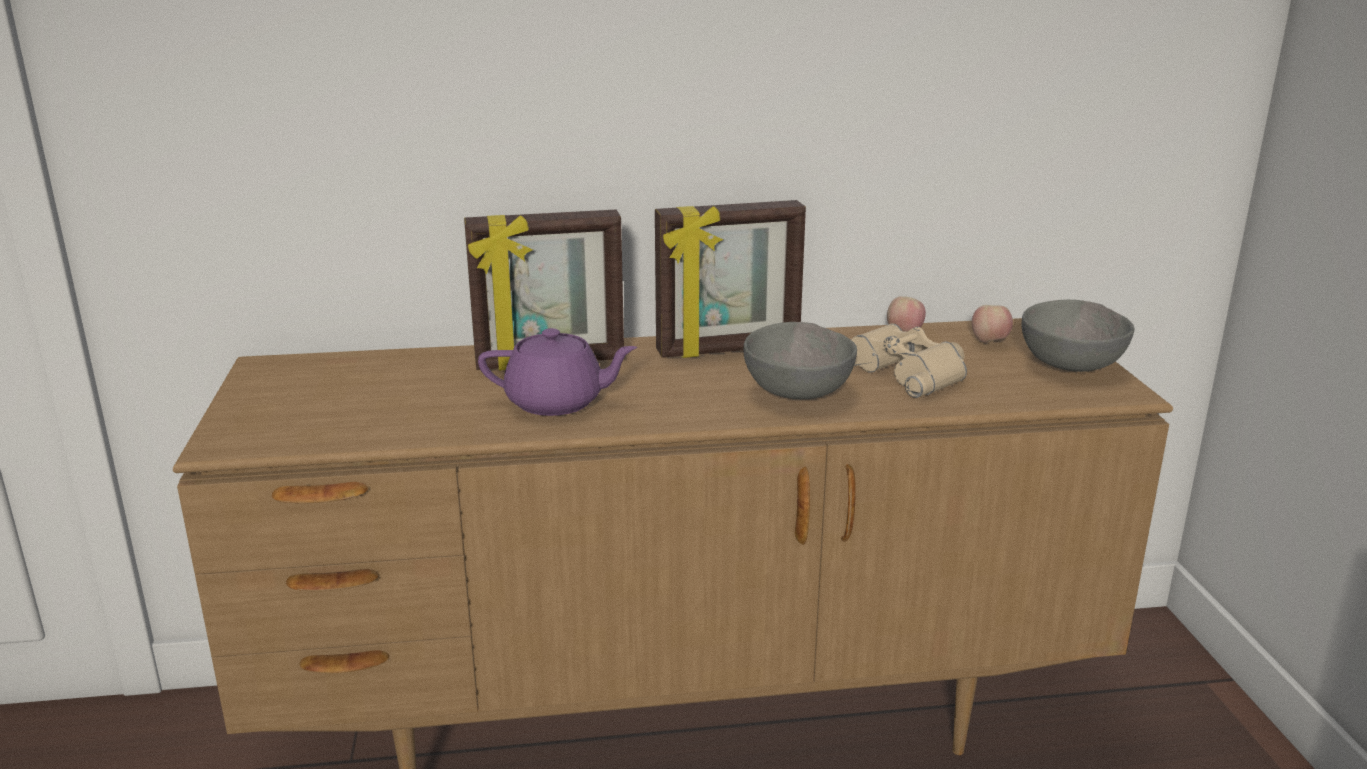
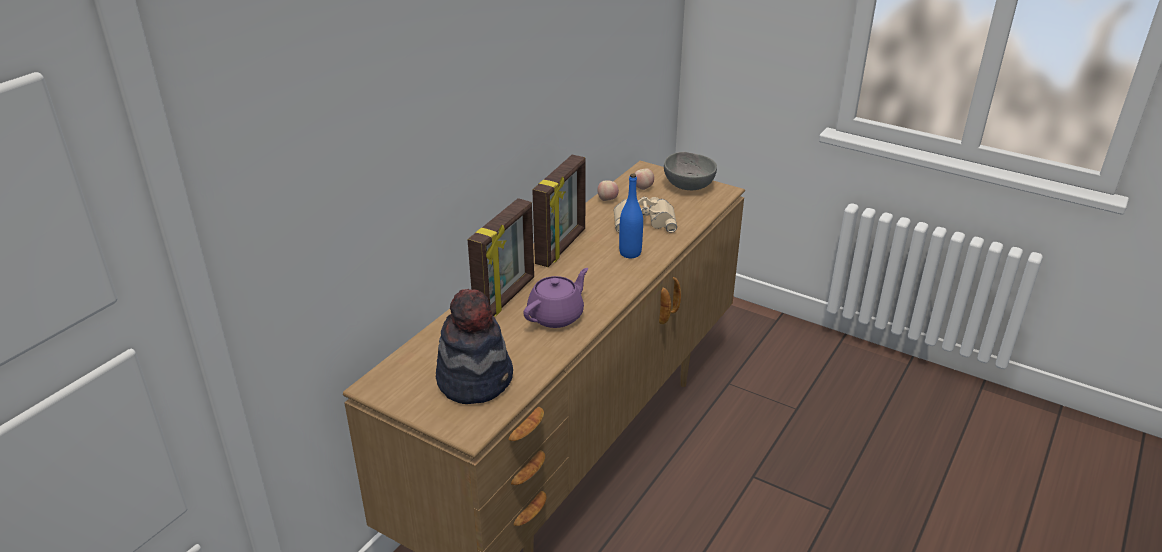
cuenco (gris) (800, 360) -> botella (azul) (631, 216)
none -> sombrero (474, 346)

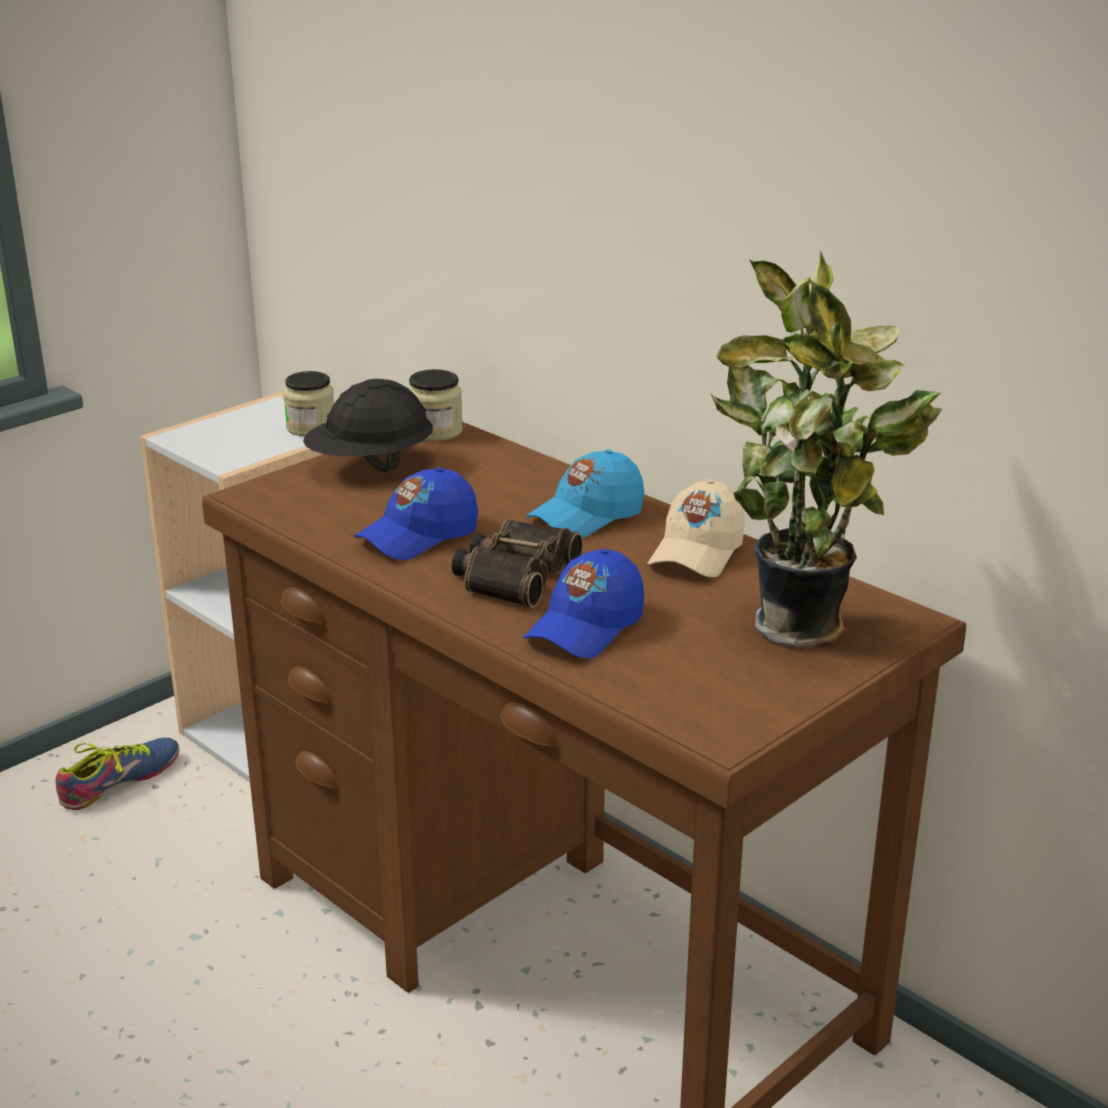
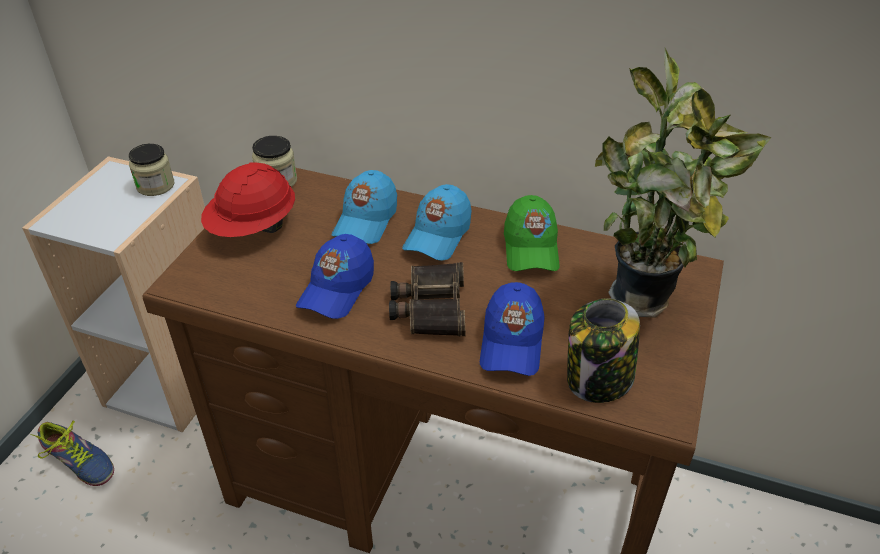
casco (negro) (368, 425) -> casco (rojo) (248, 199)
gorra (beis) (696, 528) -> gorra (verde) (532, 233)
zapato (117, 774) -> zapato (72, 453), 105 degrees clockwise
none -> gorra (azul) (364, 207)
none -> tarro (603, 350)

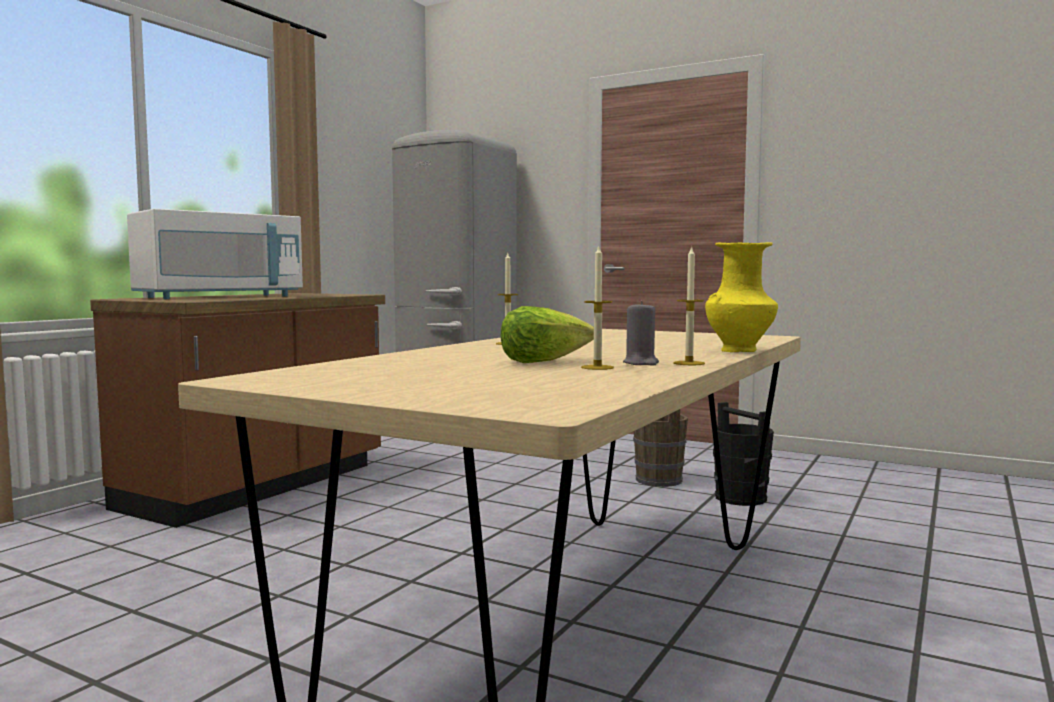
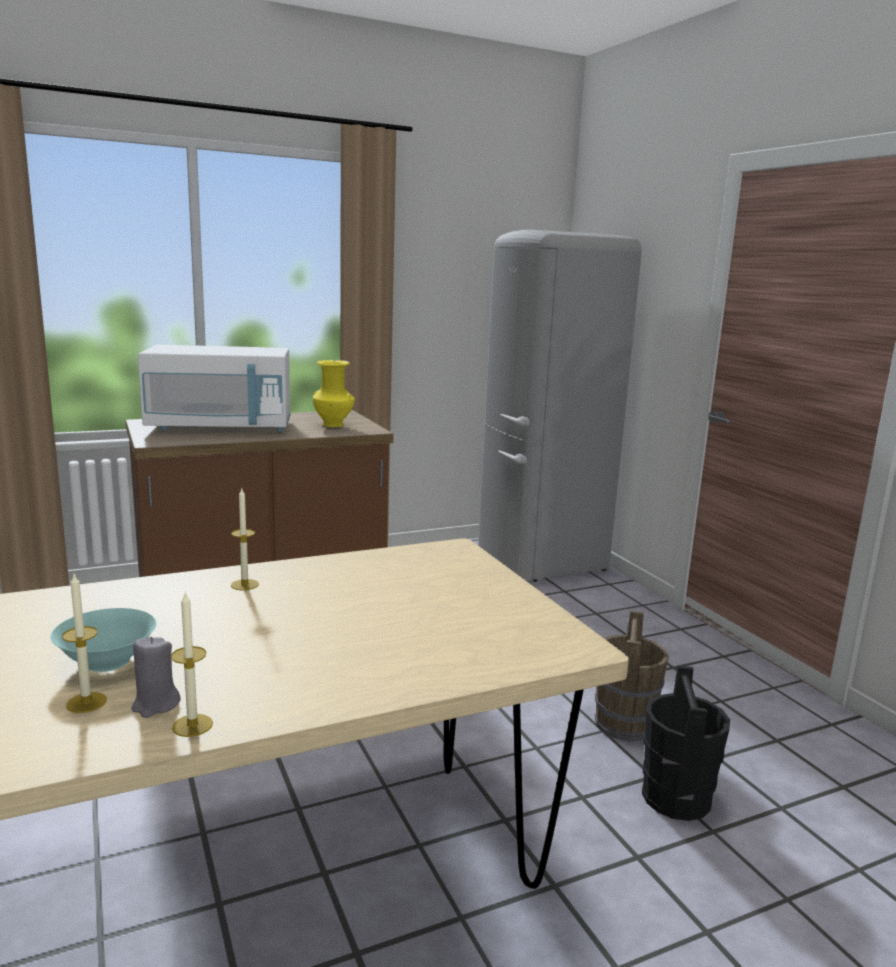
florero (amarillo) (741, 297) -> florero (amarillo) (334, 393), relocated
lechuga (547, 334) -> cuenco (turquesa) (103, 640)

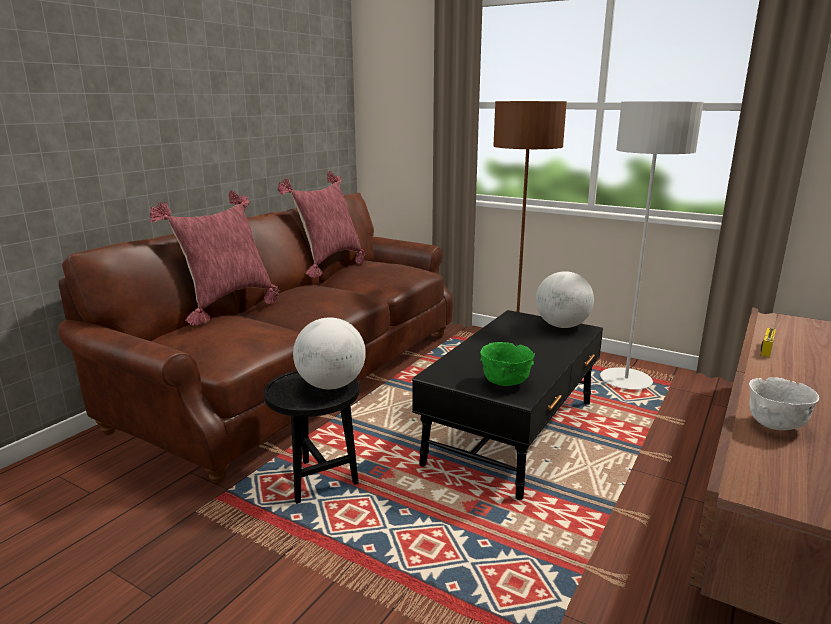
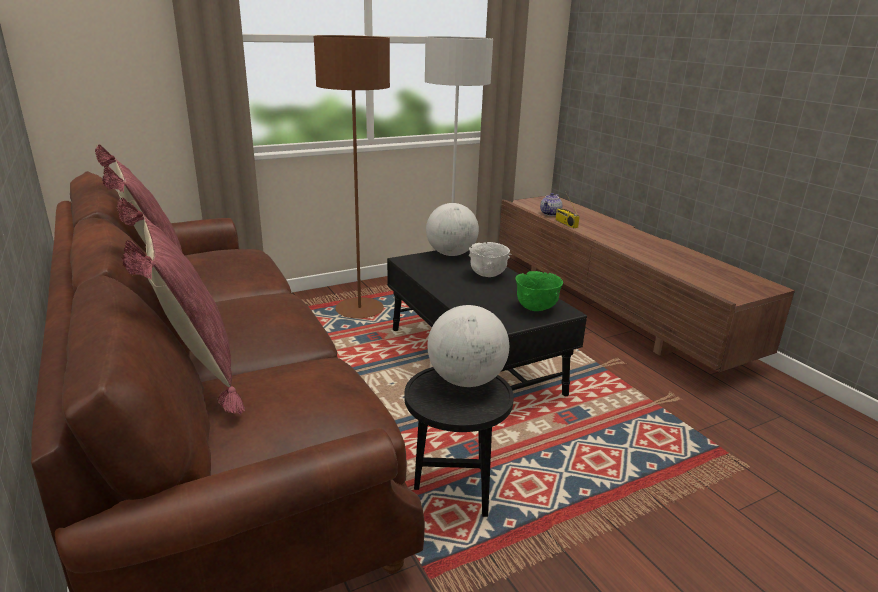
cuenco (blanco) (784, 403) -> cuenco (blanco) (489, 259), relocated
none -> tetera (551, 204)

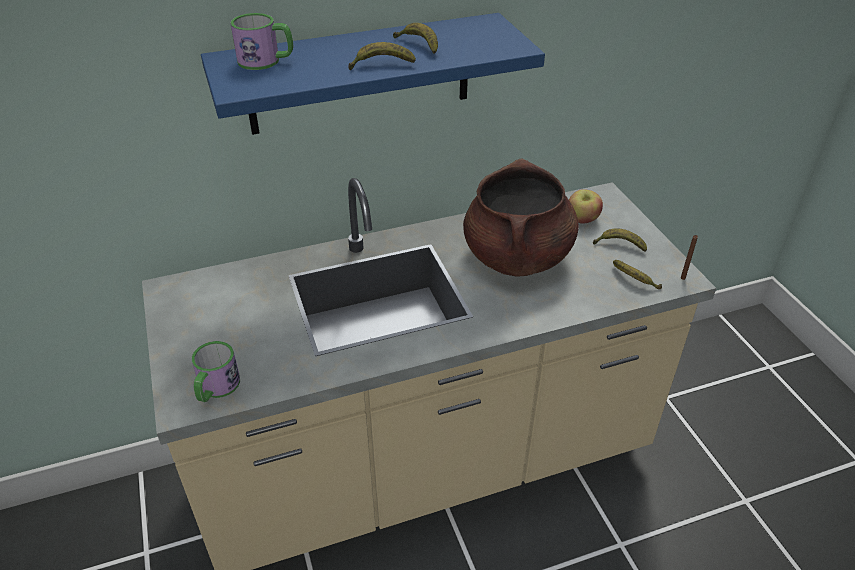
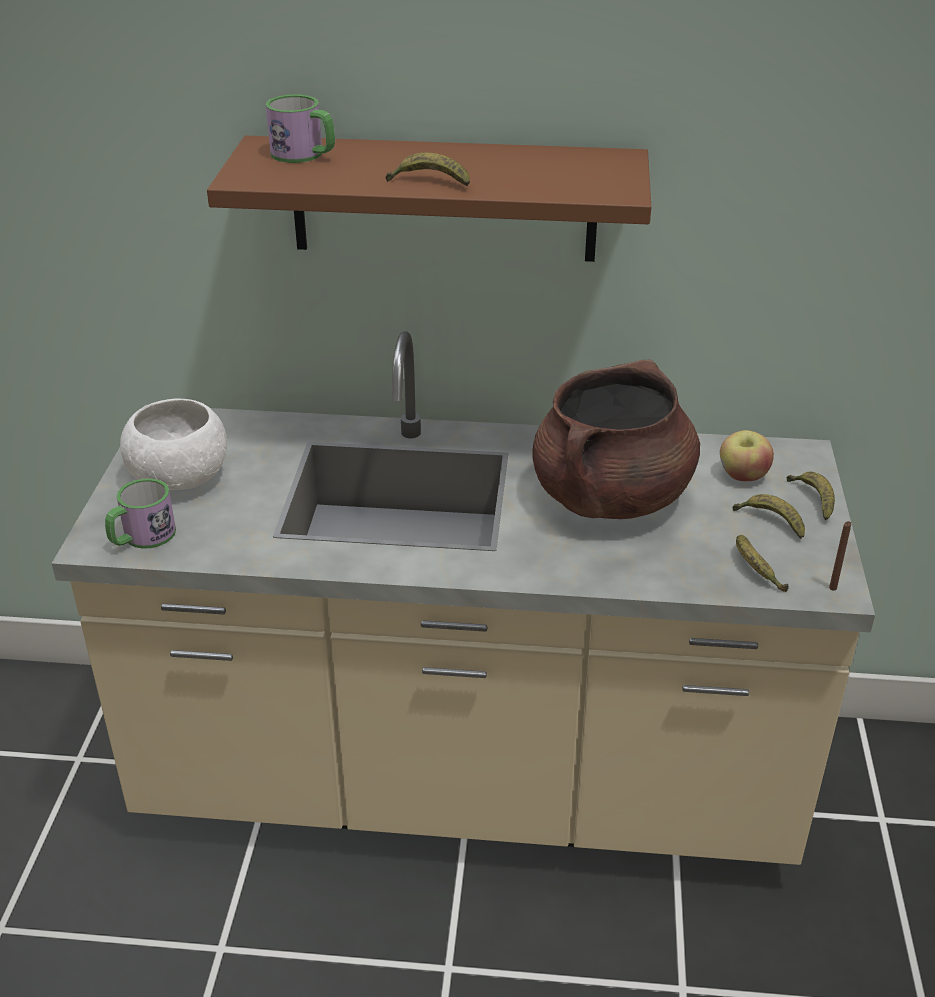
estante (azul) (373, 74) -> estante (marrón) (429, 199)
plátano (415, 38) -> plátano (811, 495), relocated
none -> cuenco (blanco) (173, 444)

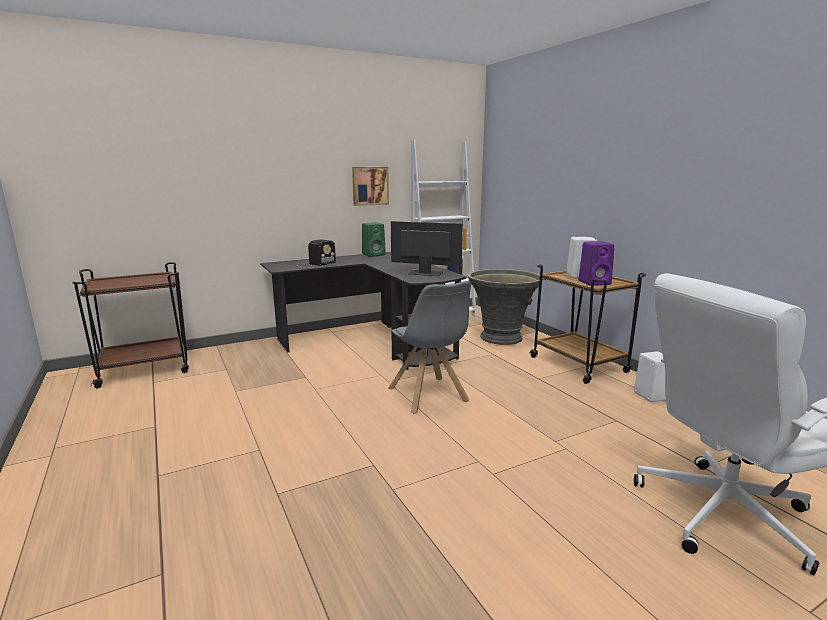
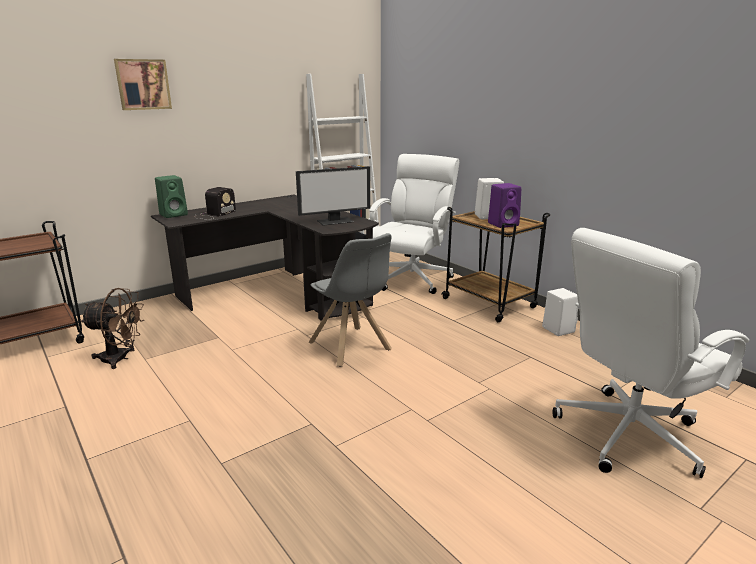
cuadro (370, 186) -> cuadro (143, 84), relocated
monitor (427, 248) -> monitor (333, 196), 150 degrees clockwise
altavoz (verde) (374, 239) -> altavoz (verde) (171, 196), relocated
maceta (gris) (504, 307) -> silla de oficina (blanco) (414, 224)
none -> ventilador (marrón) (112, 328)

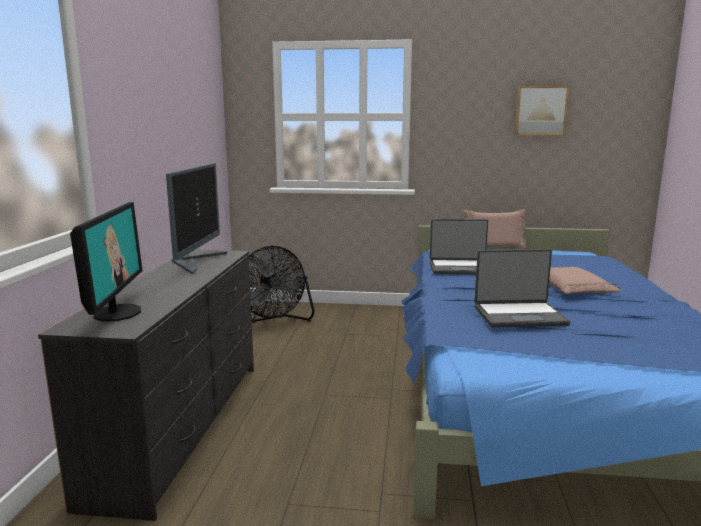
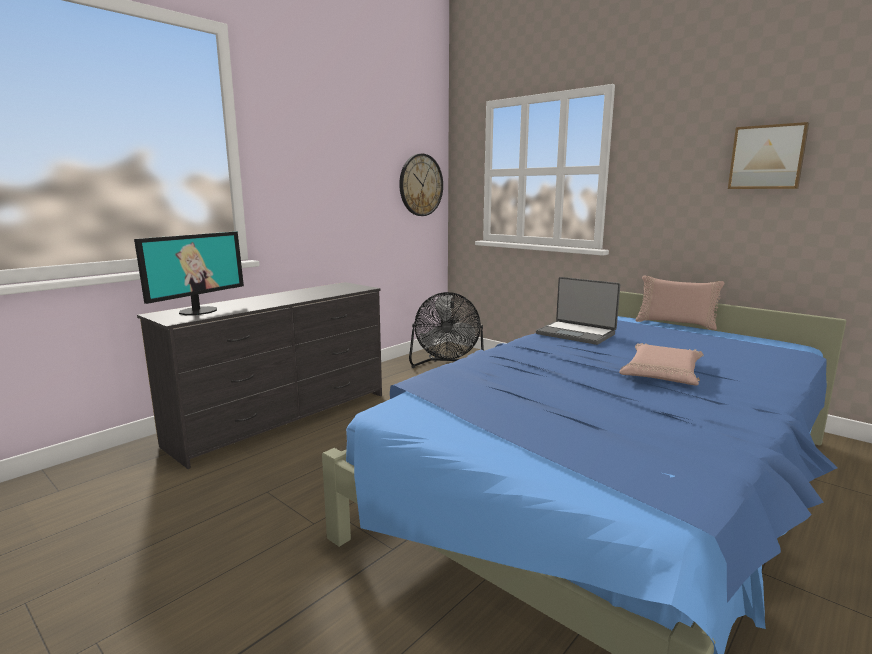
monitor (196, 219) -> none
portátil (522, 288) -> none
none -> reloj de pared (421, 185)

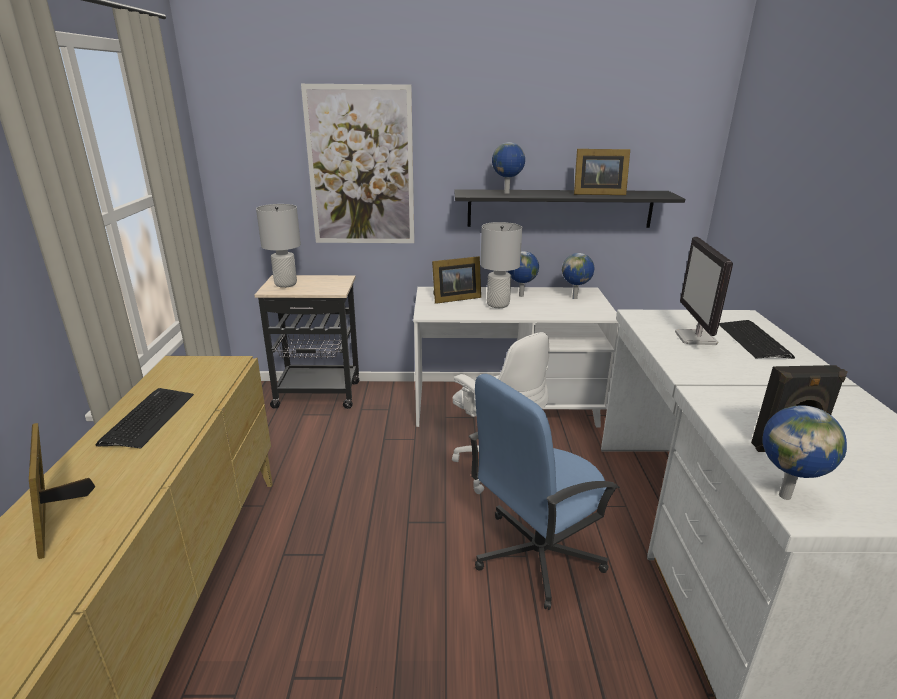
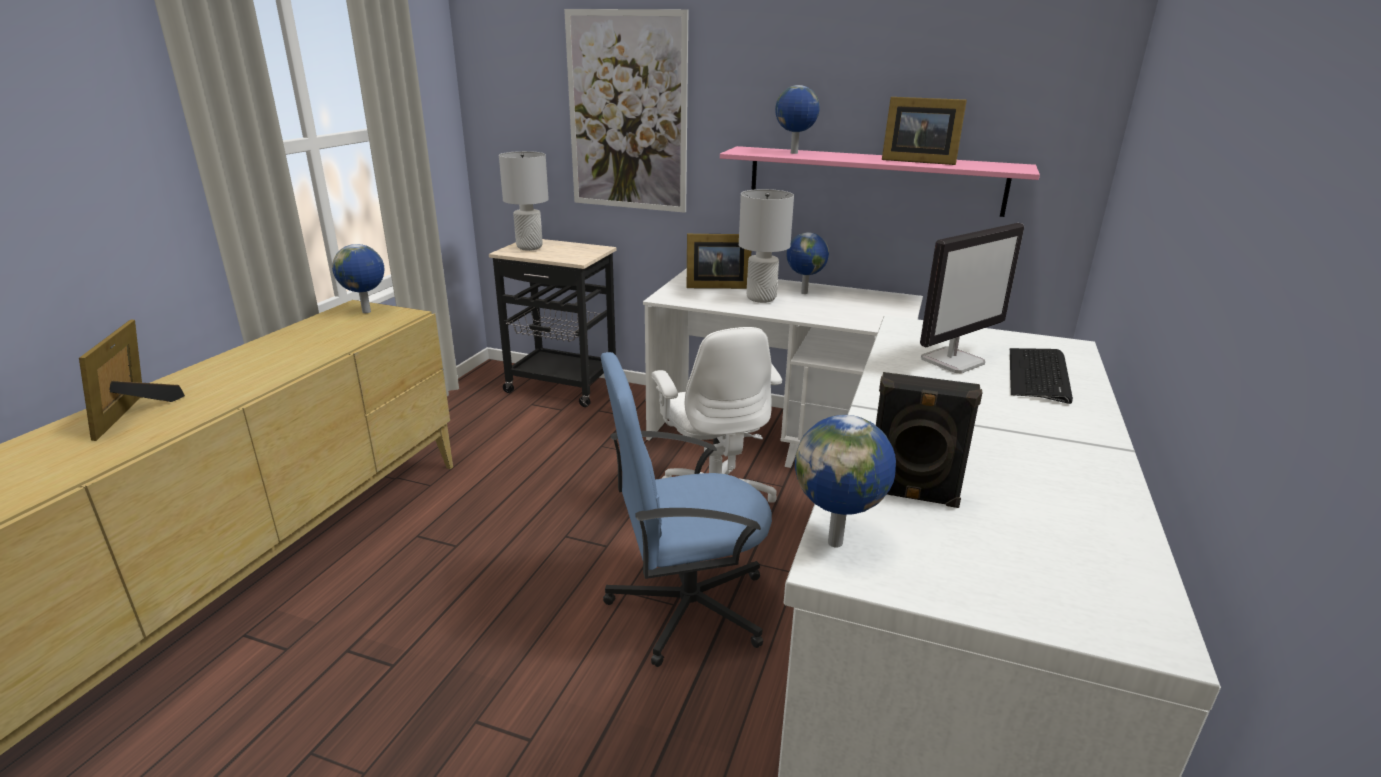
estante (negro) (569, 208) -> estante (rosa) (880, 181)
monitor (704, 291) -> monitor (972, 298), 150 degrees counterclockwise
globo terráqueo (578, 276) -> globo terráqueo (358, 278), relocated
teclado (145, 418) -> none

